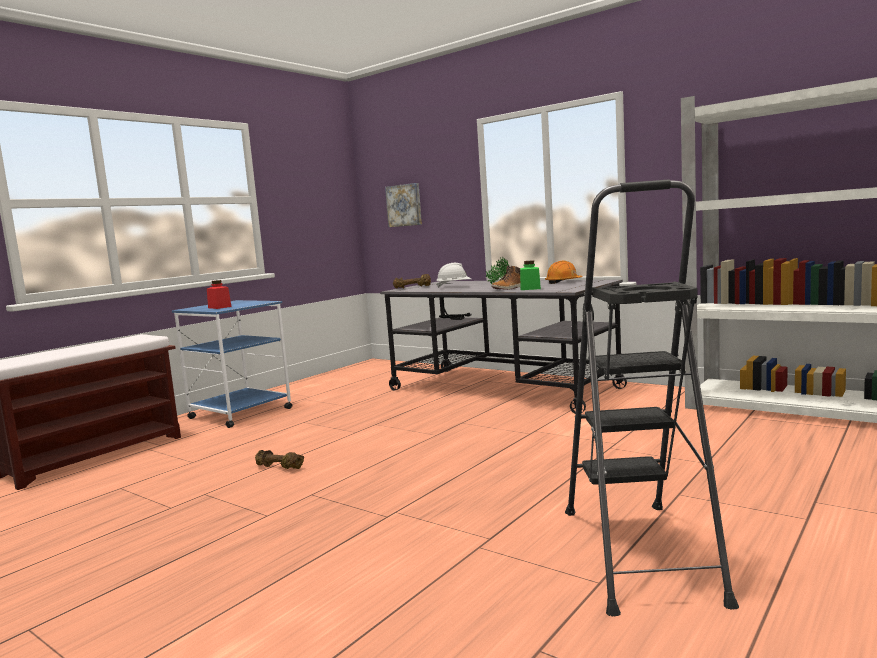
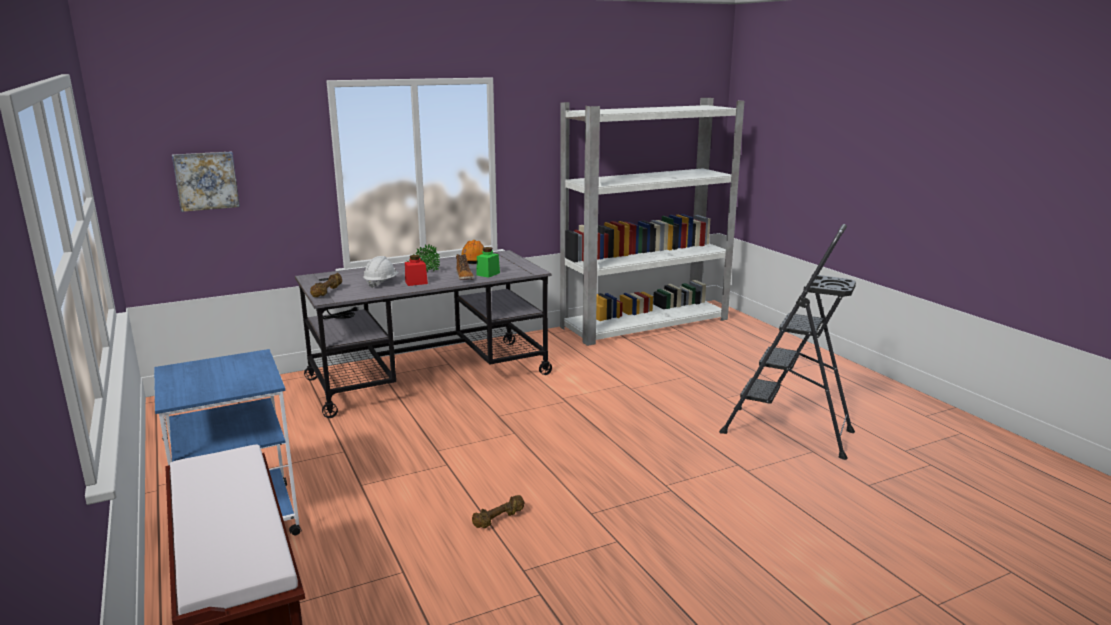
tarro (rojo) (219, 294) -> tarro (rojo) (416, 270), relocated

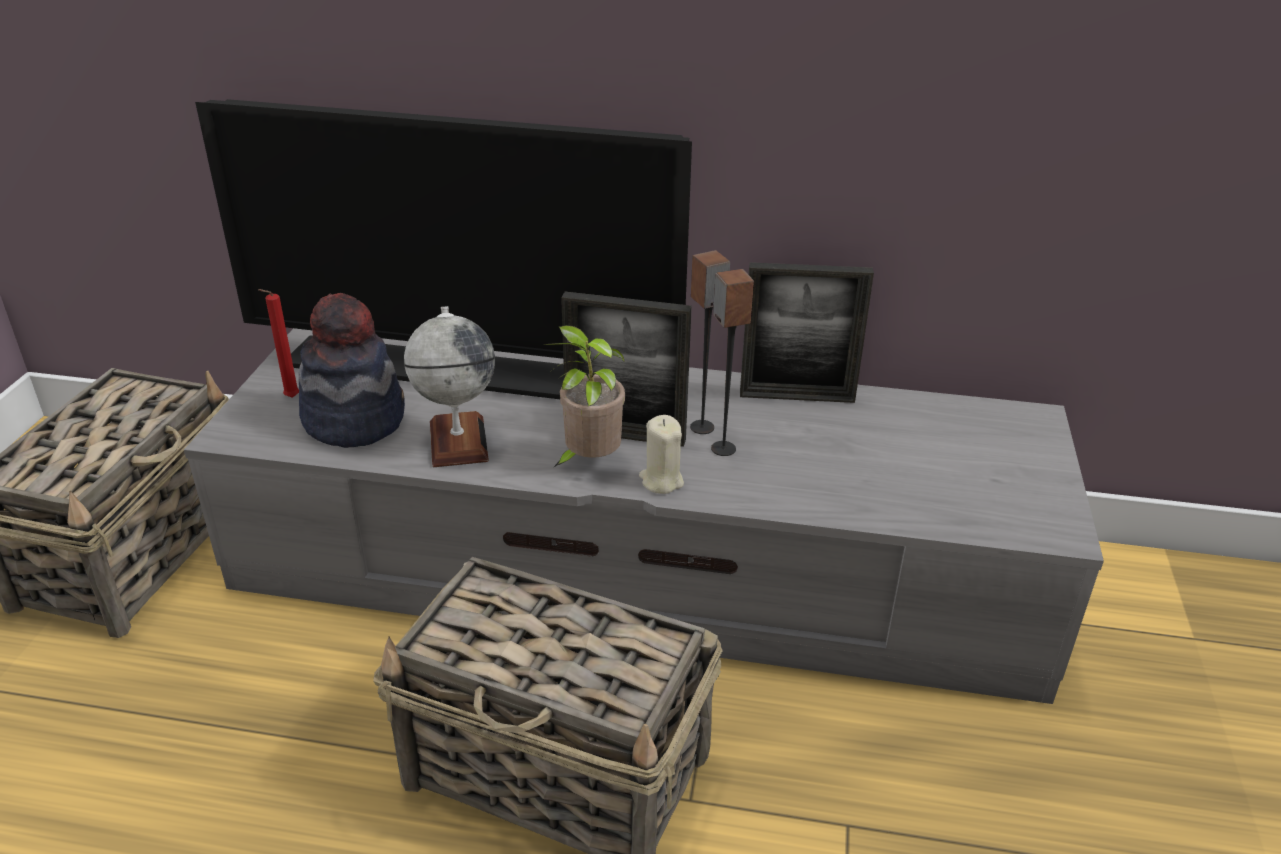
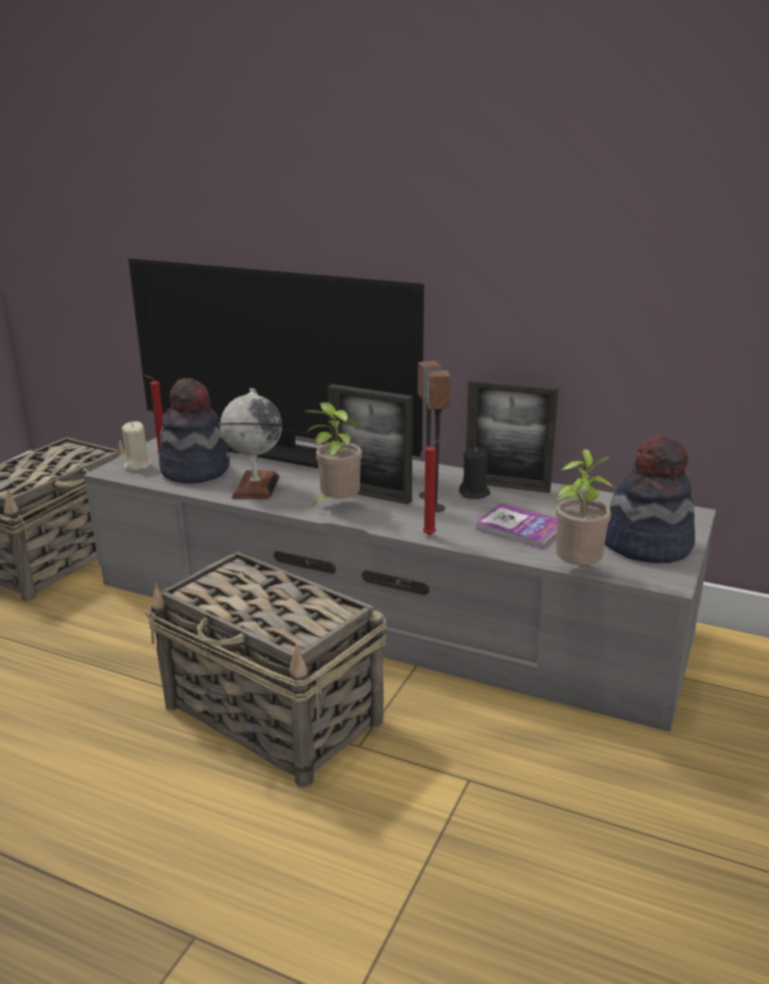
vela (beis) (661, 454) -> vela (beis) (136, 446), relocated
none -> sombrero (650, 499)
none -> vela (rojo) (432, 487)
none -> vela (negro) (474, 472)
none -> planta en maceta (586, 507)
none -> libro (515, 526)

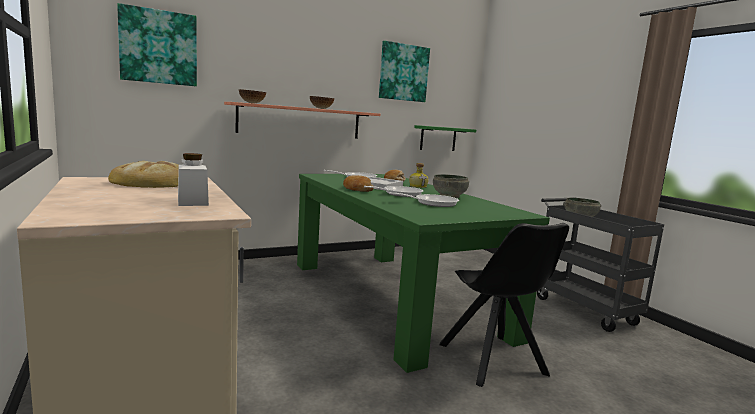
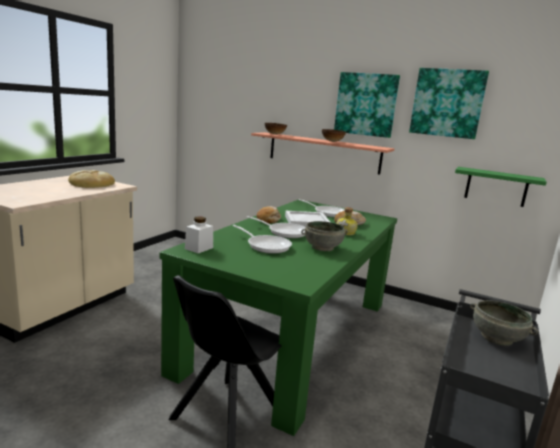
cuadro (157, 44) -> cuadro (367, 105), relocated
tarro (blanco) (193, 179) -> tarro (blanco) (199, 235), relocated

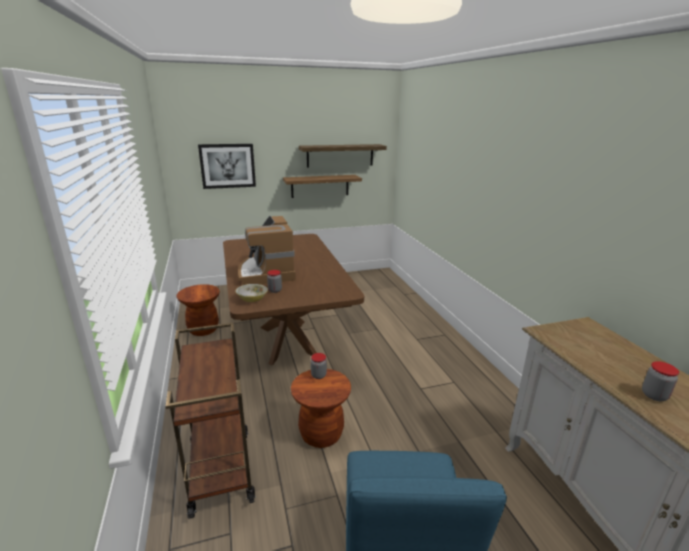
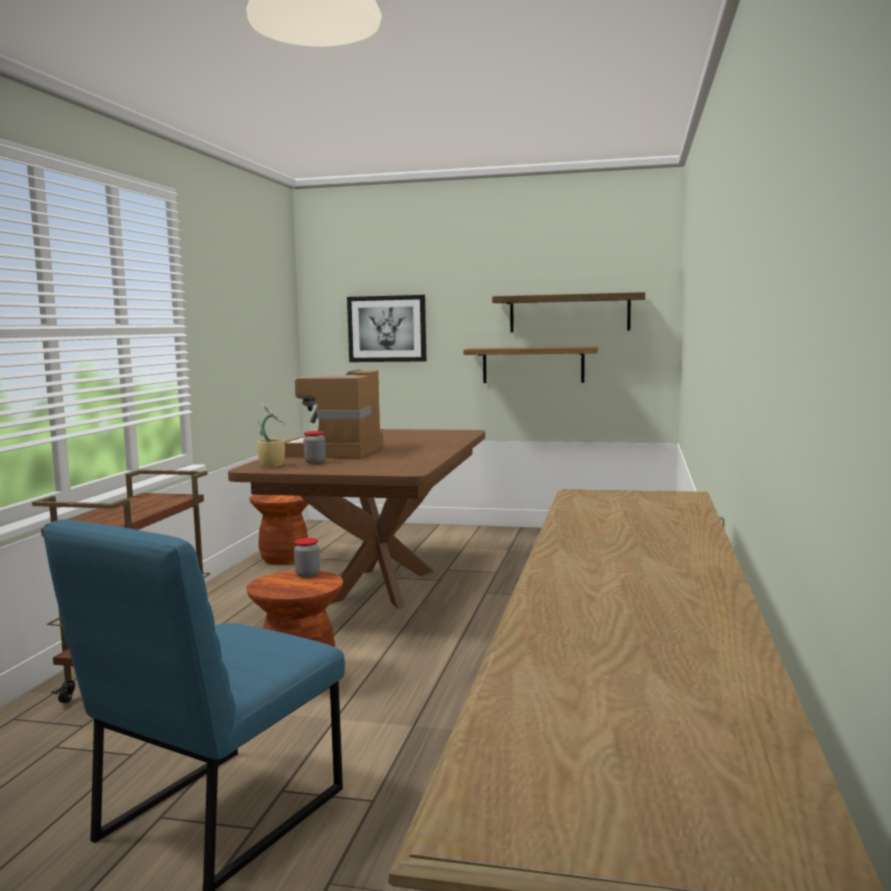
cuenco (252, 293) -> planta en maceta (271, 434)
tarro (660, 381) -> none

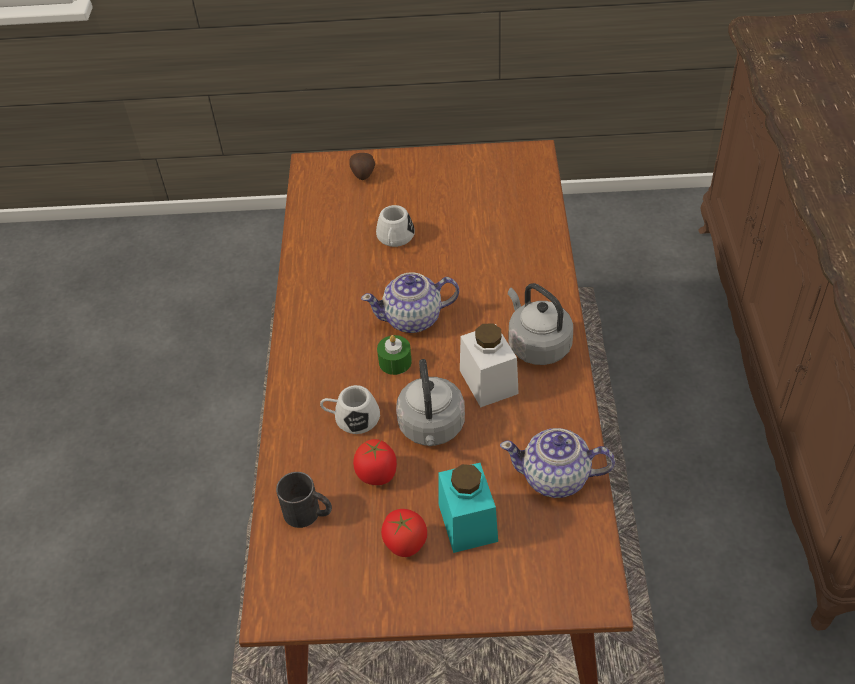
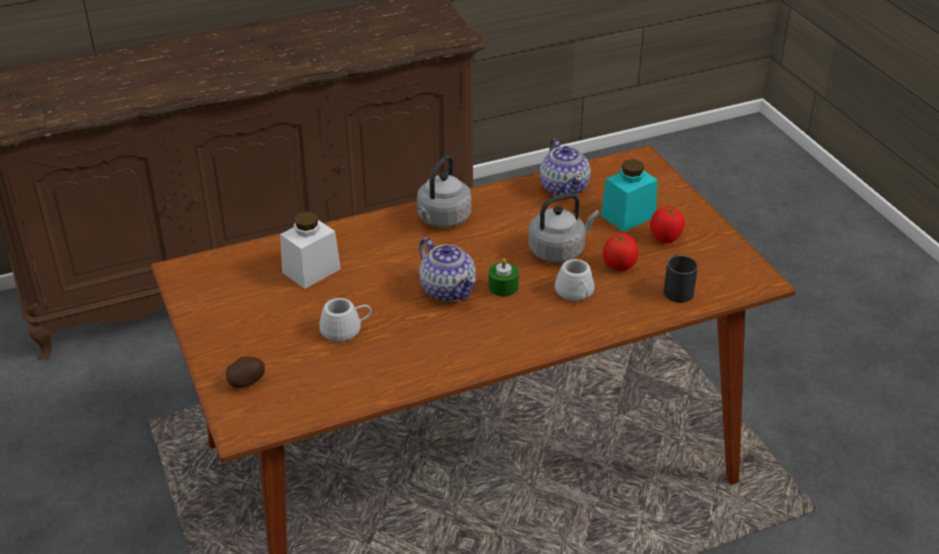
tarro (blanco) (489, 365) -> tarro (blanco) (310, 250), relocated

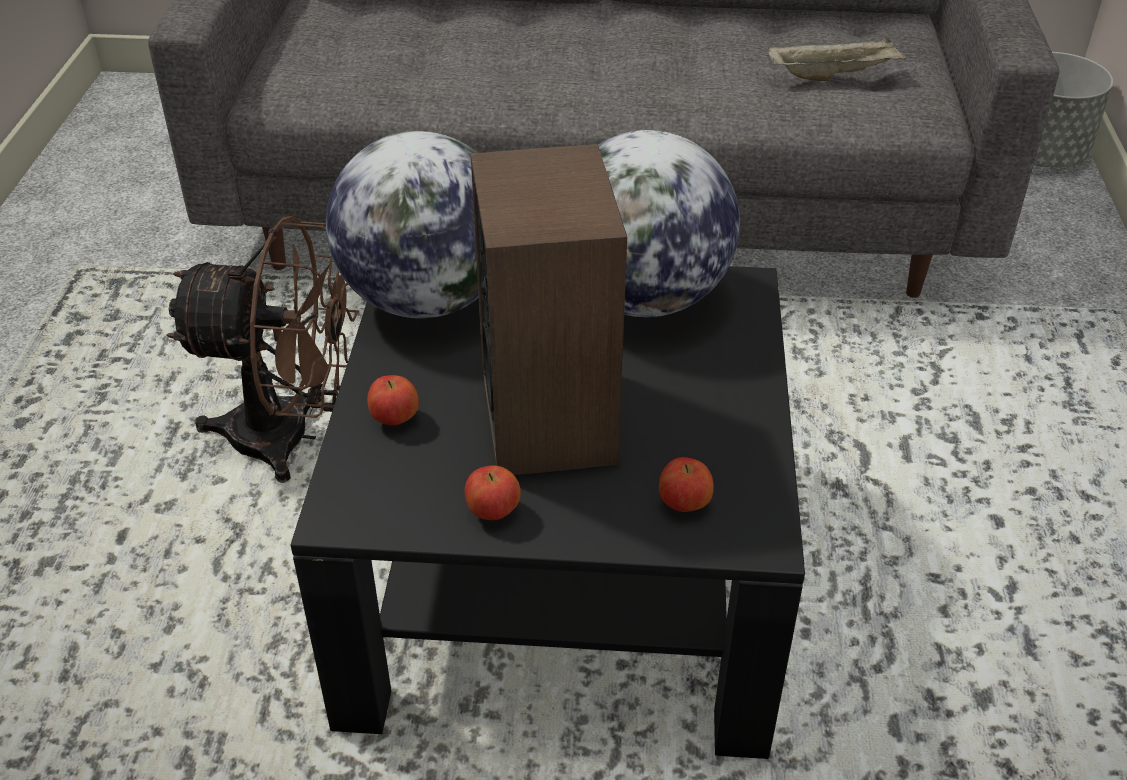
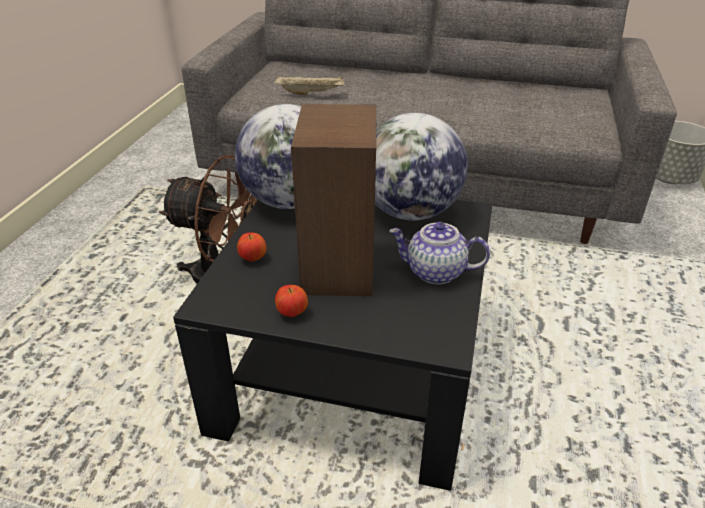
bandeja (beis) (837, 58) -> bandeja (beis) (309, 85), relocated
manzana (686, 484) -> none
none -> tetera (439, 253)

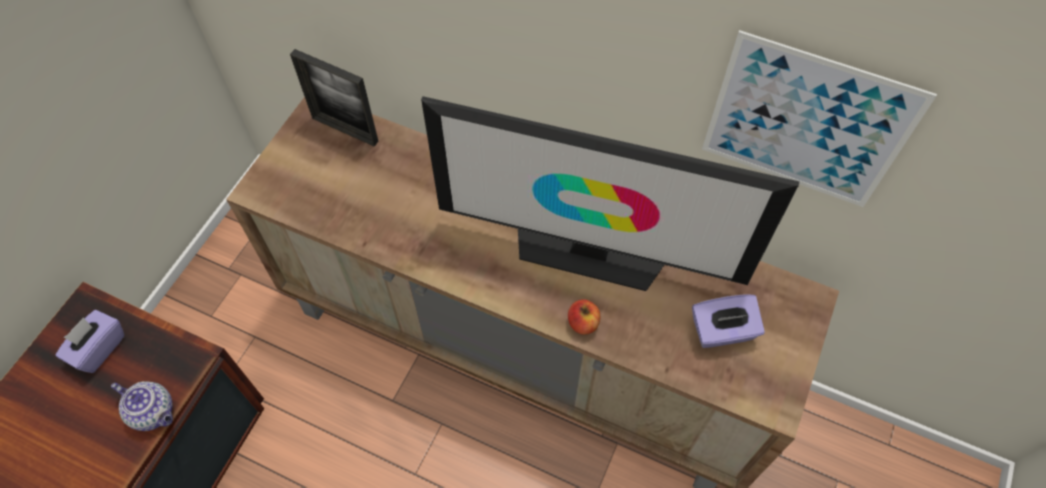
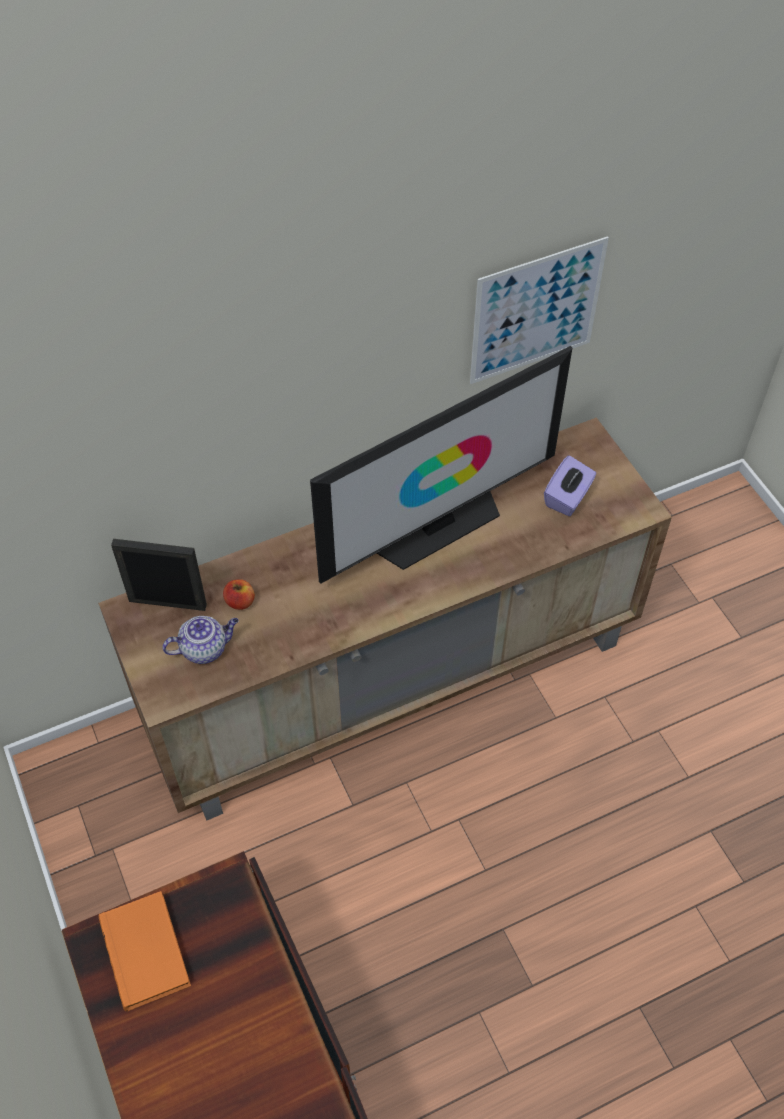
portarretratos (334, 98) -> portarretratos (159, 575), 150 degrees counterclockwise
manzana (584, 317) -> manzana (239, 594), relocated
caja de pañuelos (morado) (89, 341) -> libro (naranja) (144, 951)
tetera (142, 406) -> tetera (200, 640), relocated

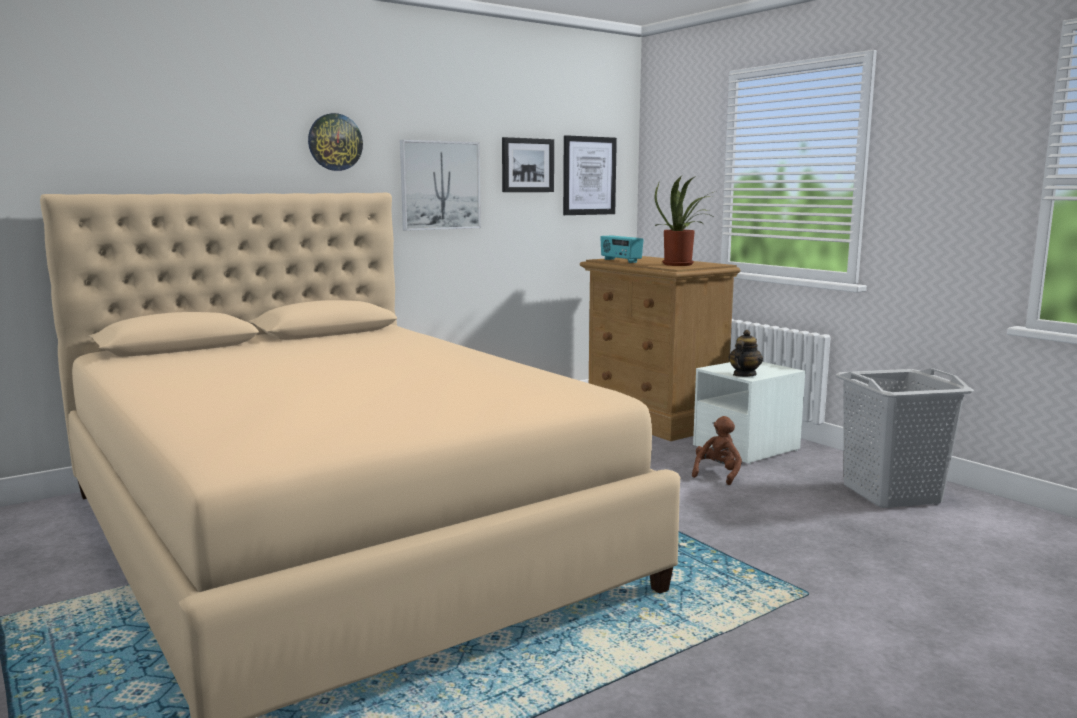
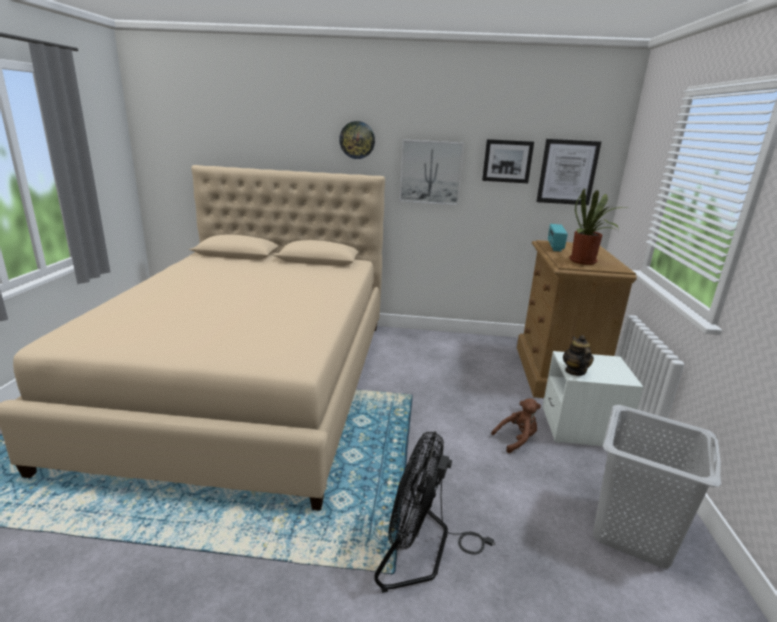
tetera (746, 353) -> tetera (578, 355), 75 degrees counterclockwise
none -> ventilador (negro) (435, 512)

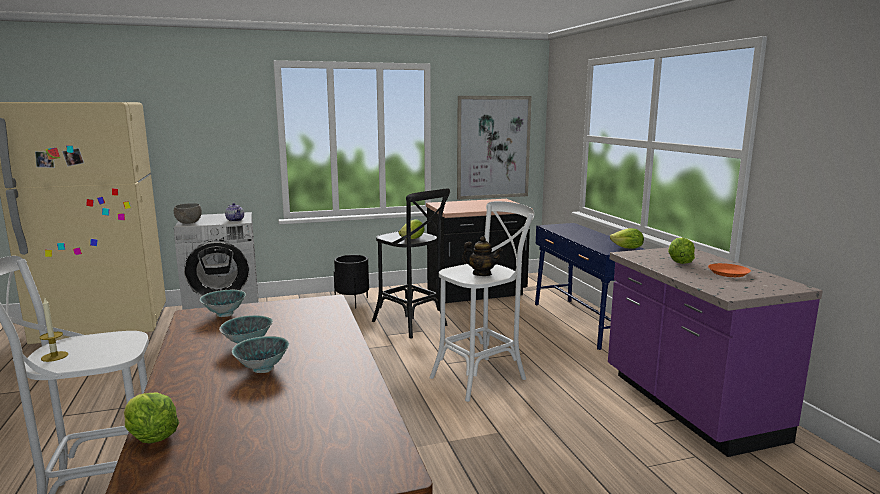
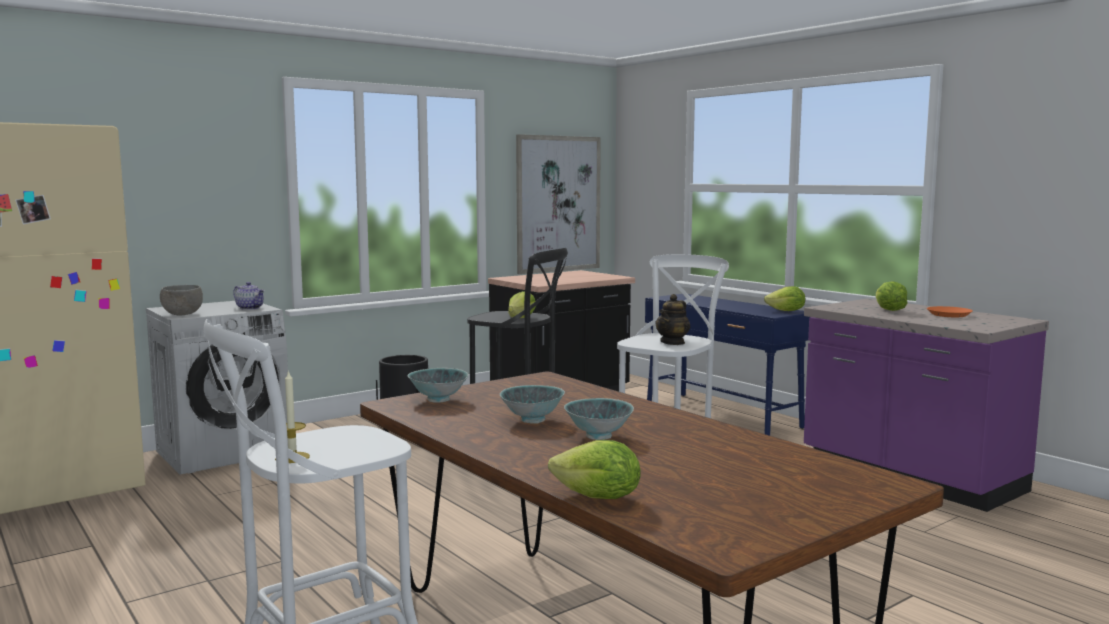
tetera (482, 256) -> tetera (672, 319), 120 degrees clockwise

